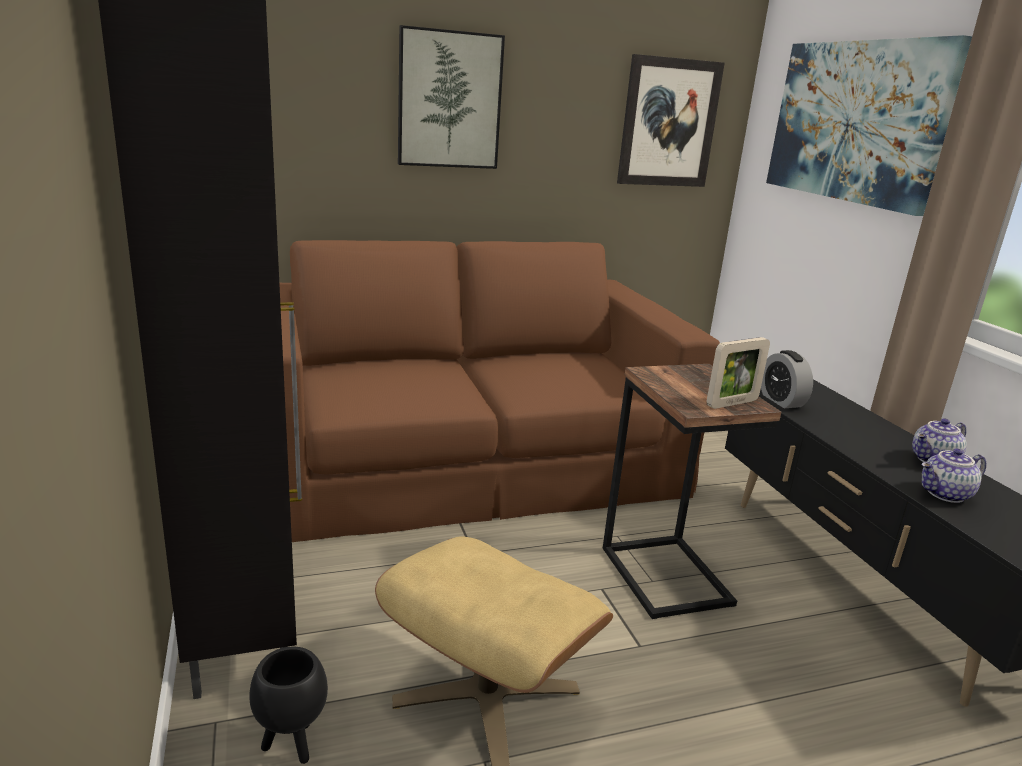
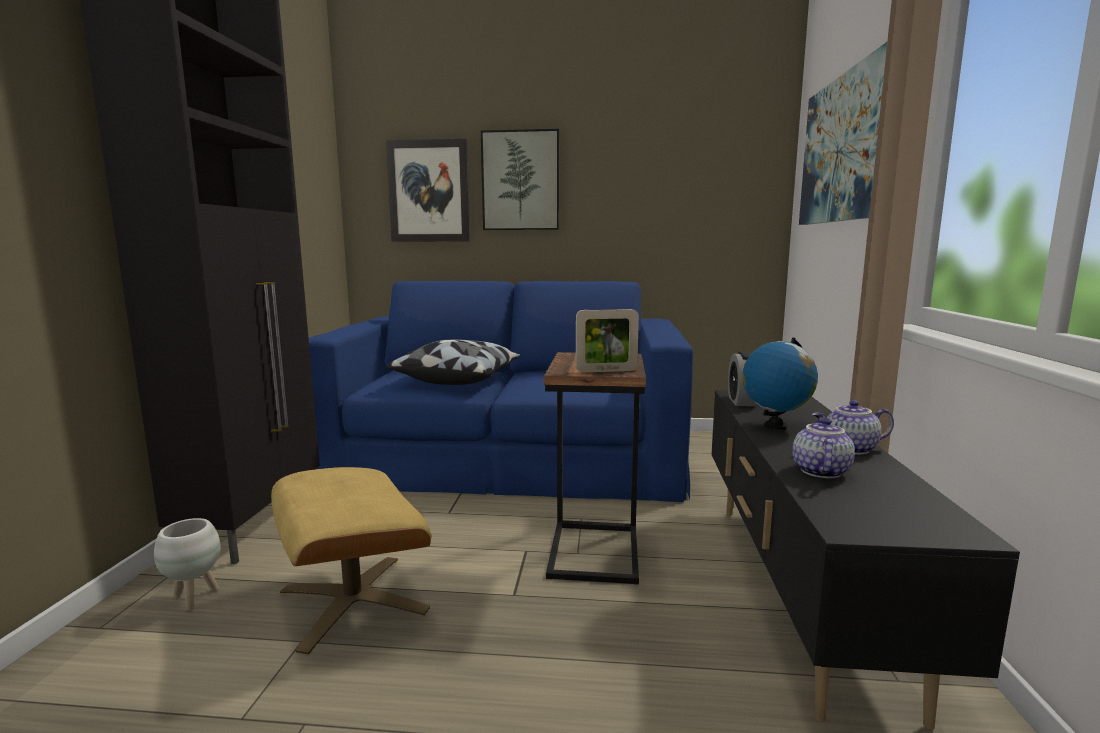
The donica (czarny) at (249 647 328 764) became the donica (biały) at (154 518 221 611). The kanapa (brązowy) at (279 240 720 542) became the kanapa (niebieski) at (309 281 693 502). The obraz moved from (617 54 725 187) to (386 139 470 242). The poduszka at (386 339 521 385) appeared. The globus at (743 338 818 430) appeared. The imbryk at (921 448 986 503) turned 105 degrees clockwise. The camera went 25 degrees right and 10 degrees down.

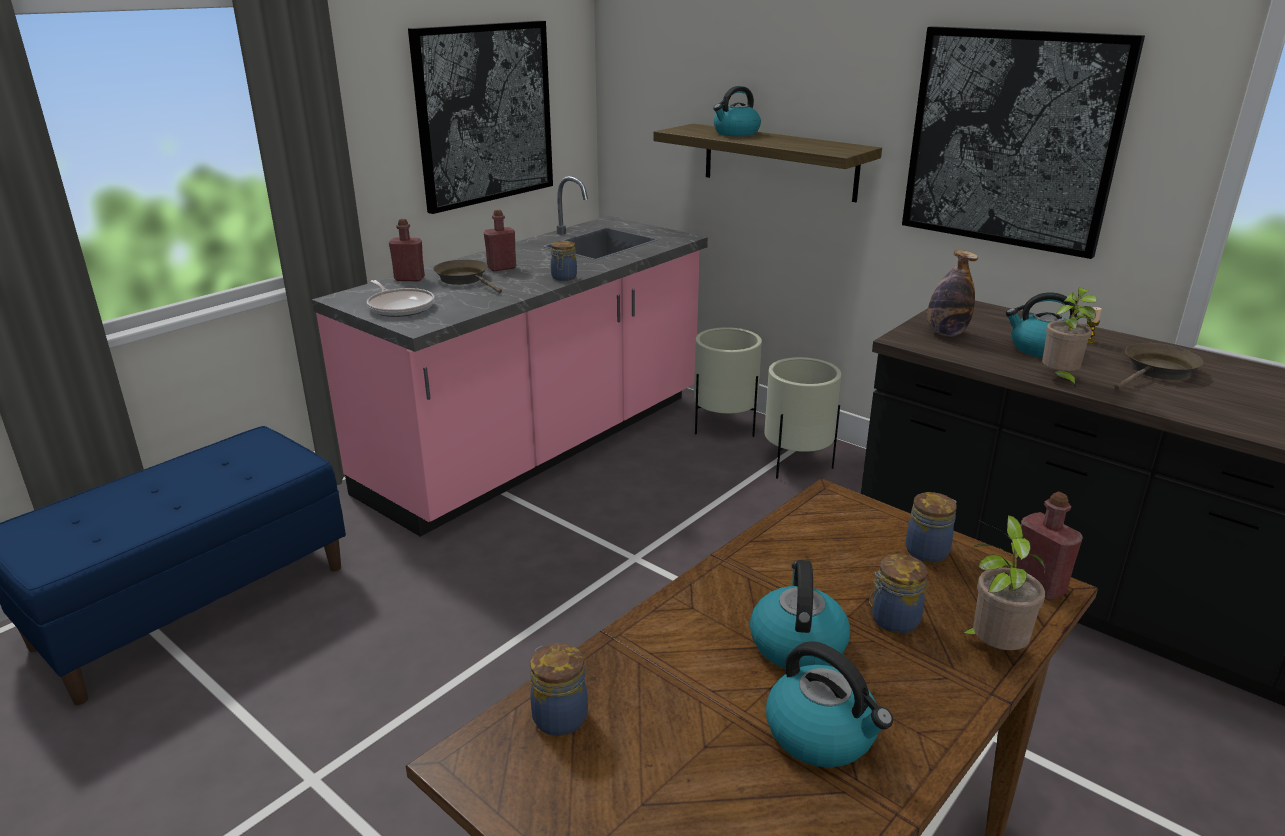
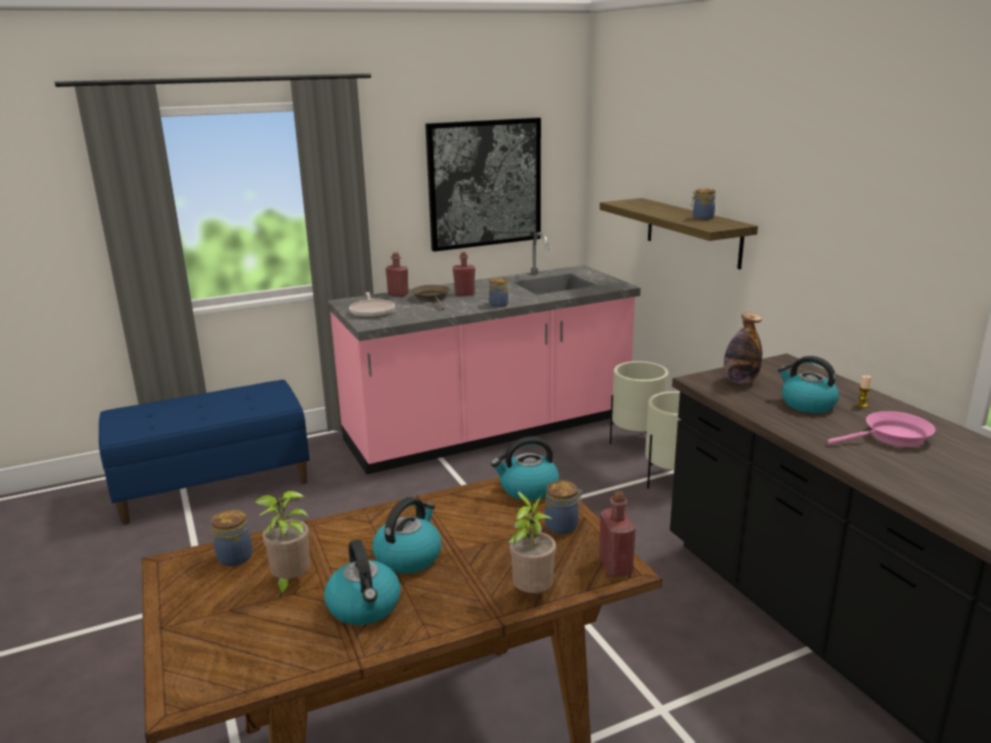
The roślina doniczkowa moved from (1042 287 1097 388) to (253 491 310 599). The czajnik moved from (713 86 761 136) to (491 437 559 501). The słoik moved from (869 554 928 634) to (691 188 716 220). The patelnia (brązowy) at (1114 343 1204 390) became the patelnia (różowy) at (827 411 935 447). The obraz at (902 26 1145 259) disappeared. The camera went 25 degrees right and 5 degrees down.

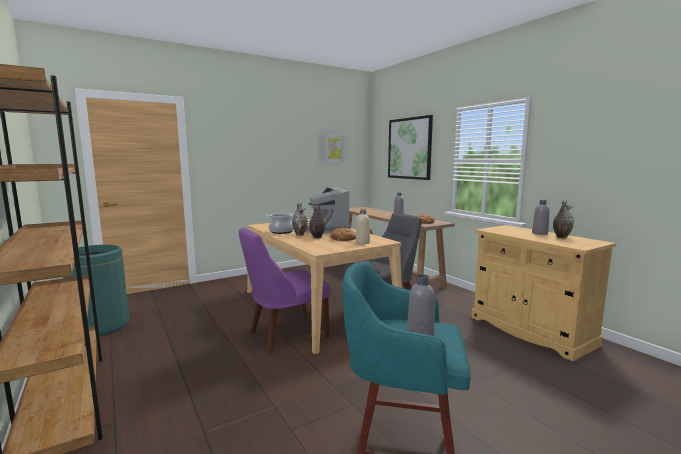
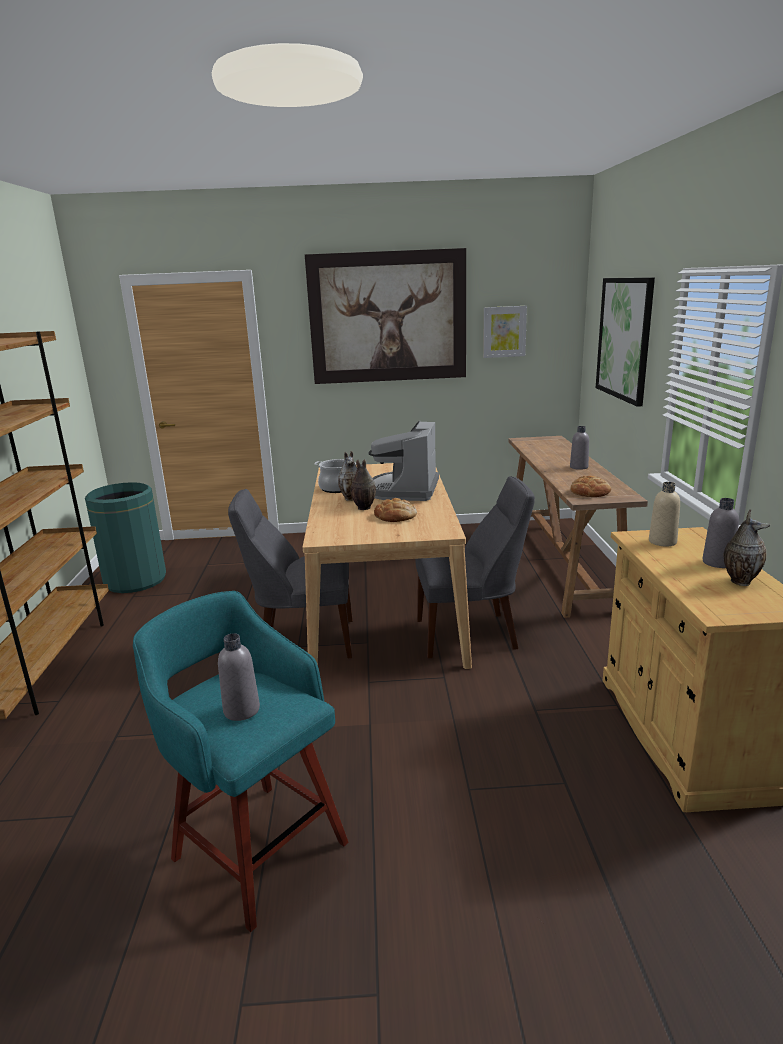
The krzesło (fioletowy) at (239 228 330 353) became the krzesło (szary) at (228 489 353 658). The obraz at (305 248 466 384) appeared. The butelka (beżowy) moved from (356 209 370 244) to (649 482 680 546). The camera went 30 degrees right and 10 degrees up.

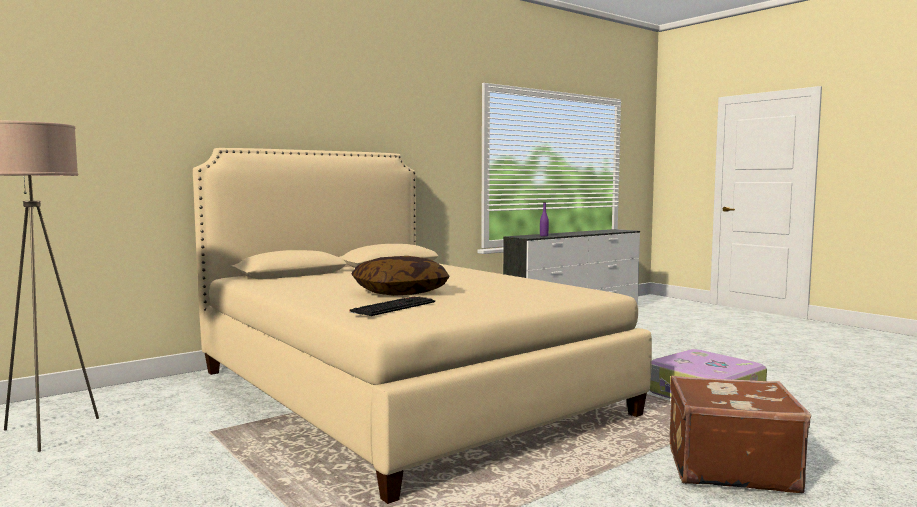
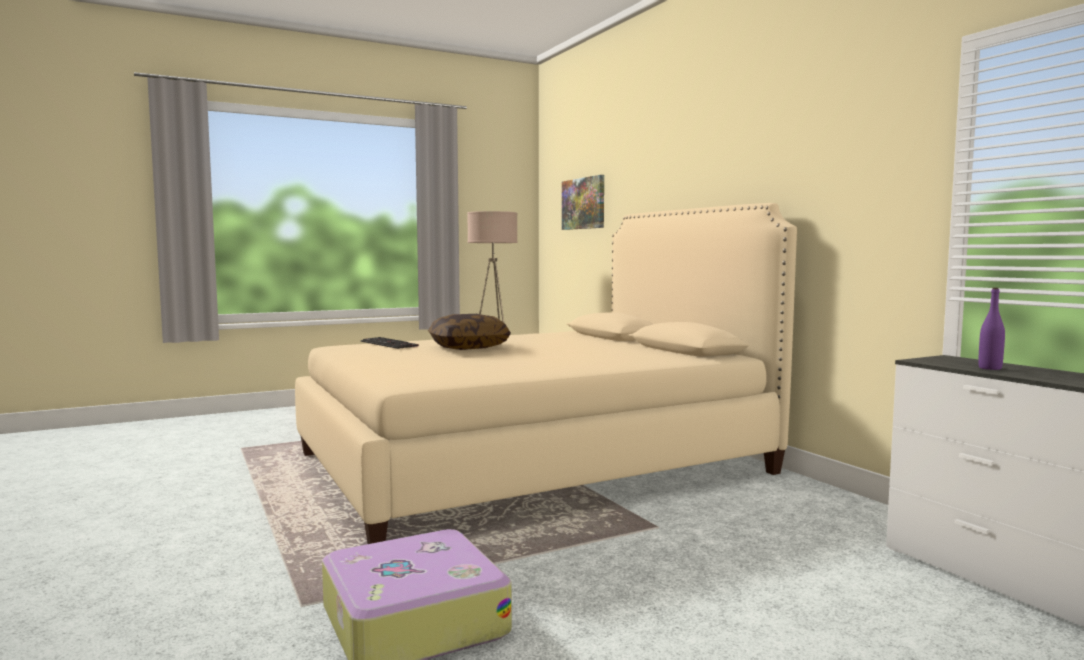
The obraz at (562 175 604 230) appeared. The walizka (brązowy) at (670 376 811 493) disappeared. The camera went 100 degrees right and 0 degrees up.

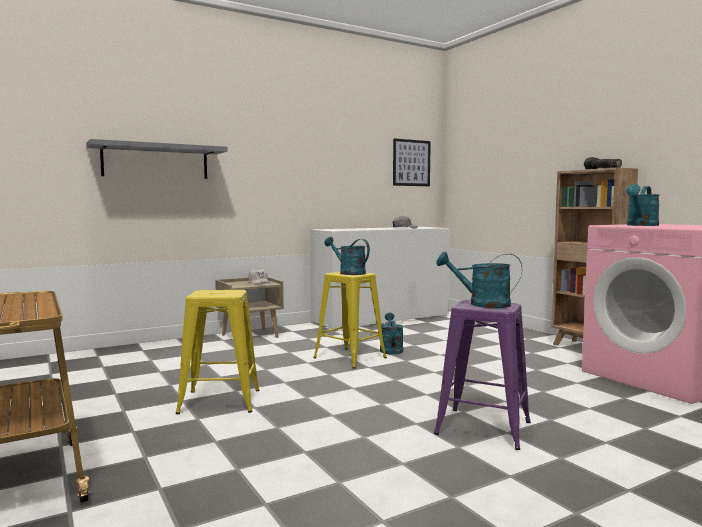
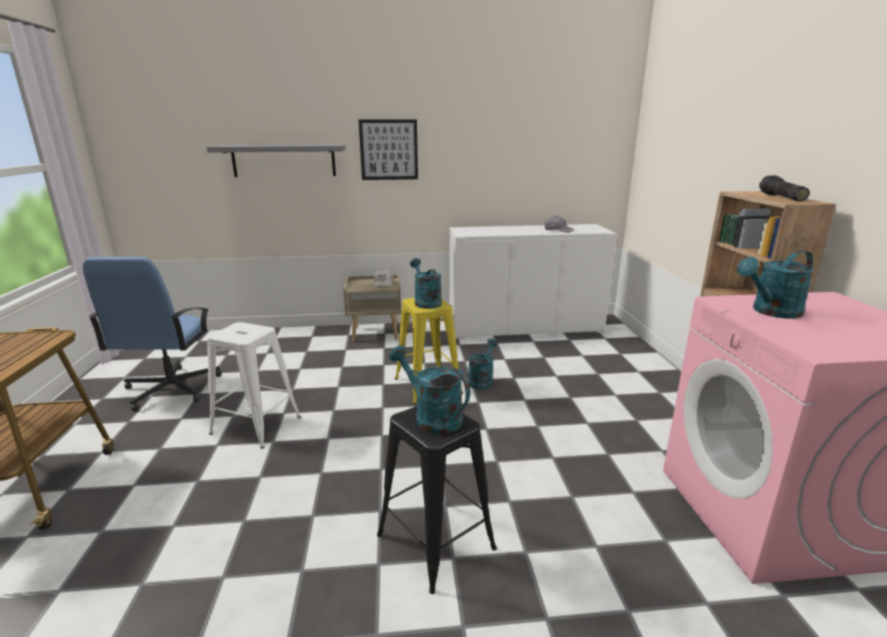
The krzesło biurowe (niebieski) at (83 257 222 411) appeared. The stołek (żółty) at (176 290 259 414) became the stołek (biały) at (207 322 301 449). The obraz moved from (393 138 431 186) to (359 119 418 180). The stołek (fioletowy) at (434 300 531 450) became the stołek (czarny) at (377 406 497 594). The camera went 25 degrees right and 15 degrees up.

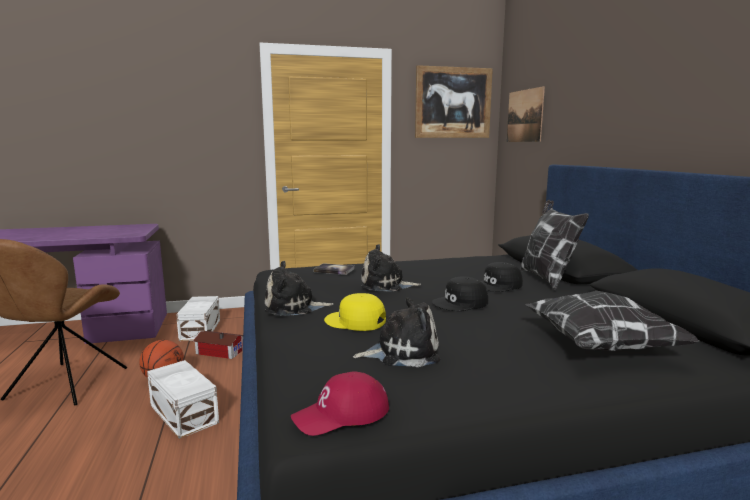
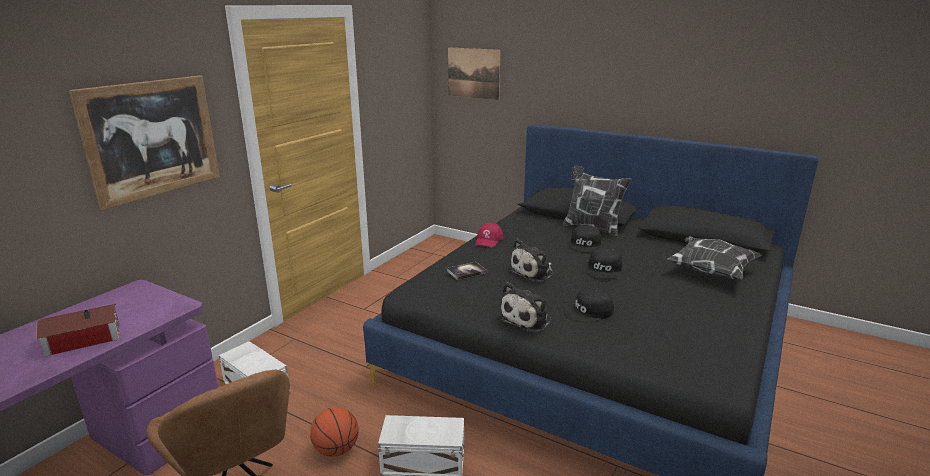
The domek moved from (193 331 243 359) to (36 304 120 357). The obraz moved from (415 65 493 138) to (69 75 220 210). The czapka z daszkiem (czerwony) moved from (291 371 389 436) to (475 223 503 248). The czapka z daszkiem (żółty) at (324 293 386 331) became the czapka z daszkiem (czarny) at (564 287 614 322). The pluszak at (353 297 440 367) disappeared. The camera went 45 degrees left and 10 degrees up.

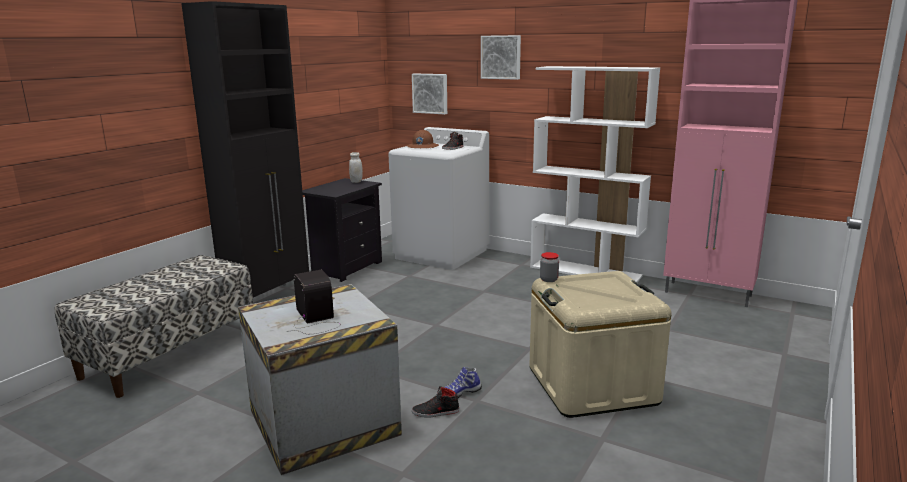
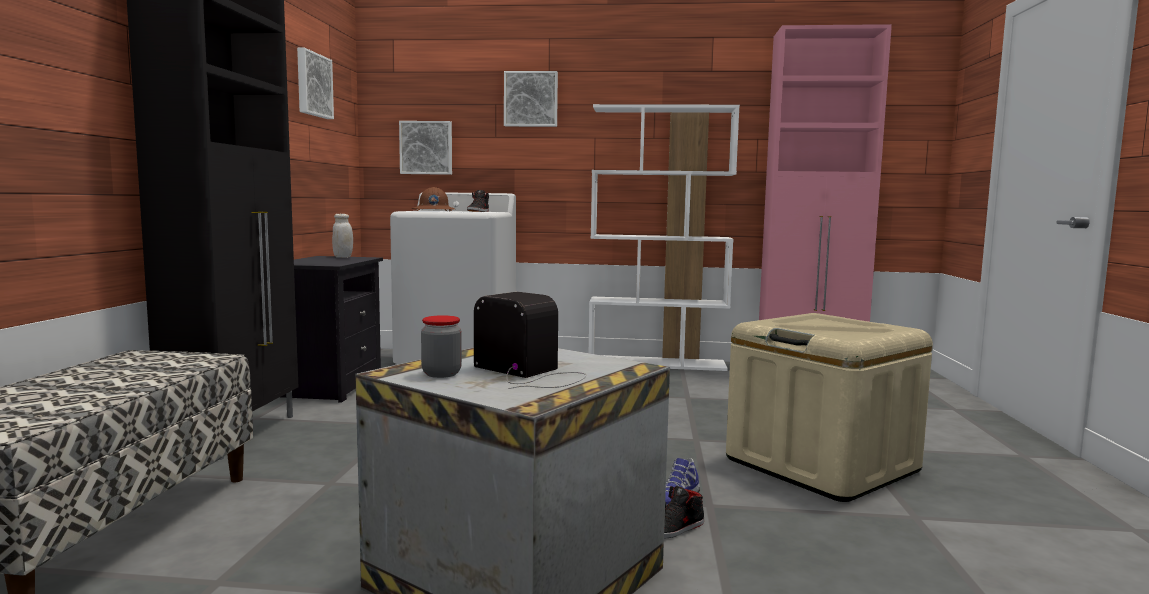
The obraz at (297 48 334 119) appeared. The słoik moved from (540 252 559 282) to (421 315 462 378). The camera went 25 degrees left and 10 degrees down.

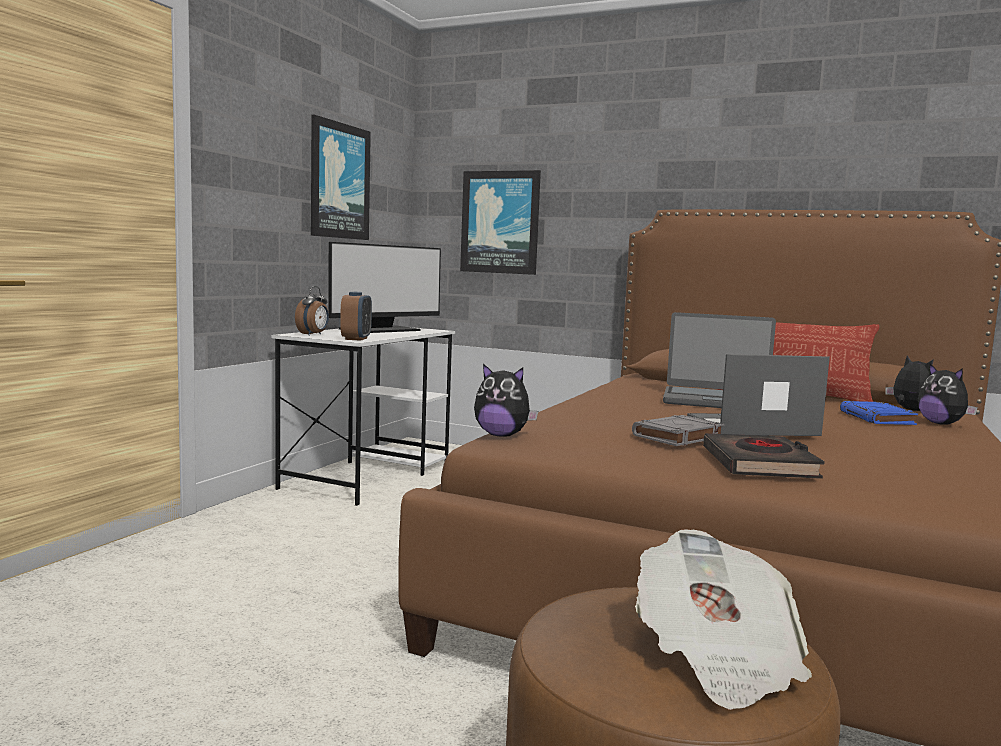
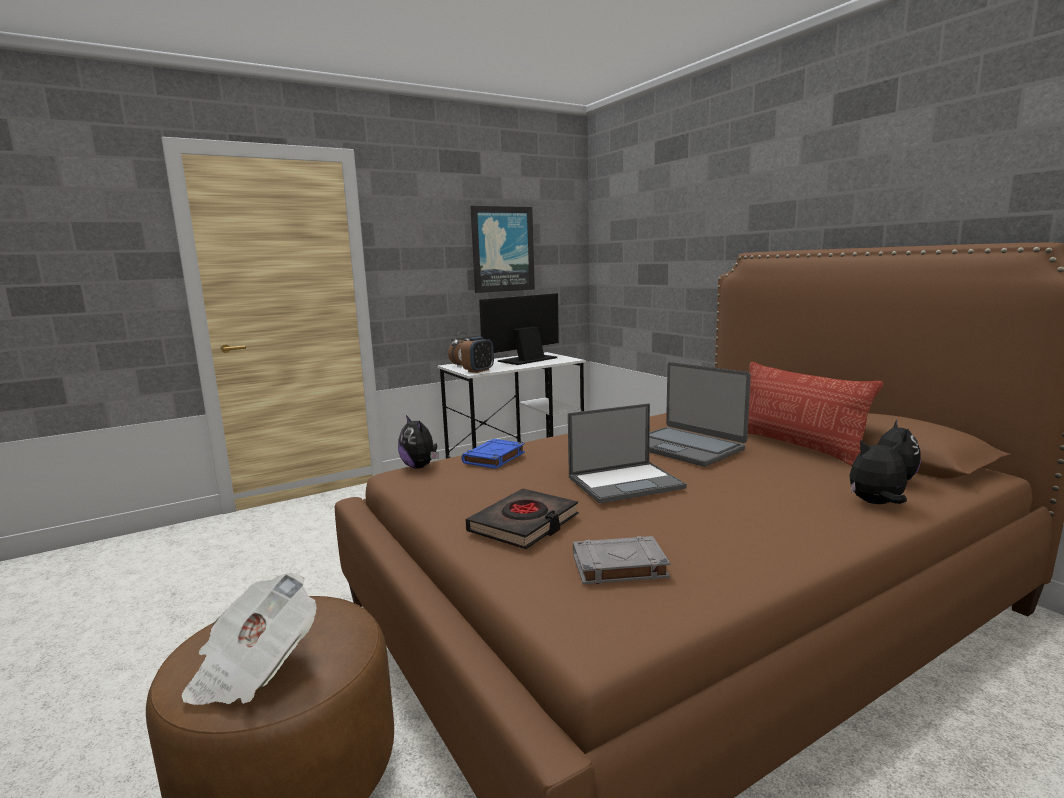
The książka (niebieski) moved from (840 401 918 425) to (461 439 525 469). The monitor at (328 242 441 333) turned 150 degrees clockwise. The laptop at (687 354 830 436) turned 135 degrees clockwise. The książka (szary) moved from (632 415 725 446) to (573 536 670 584). The pluszak at (918 364 978 424) turned 90 degrees clockwise. The obraz at (460 170 541 275) disappeared. The camera went 35 degrees right and 5 degrees up.

